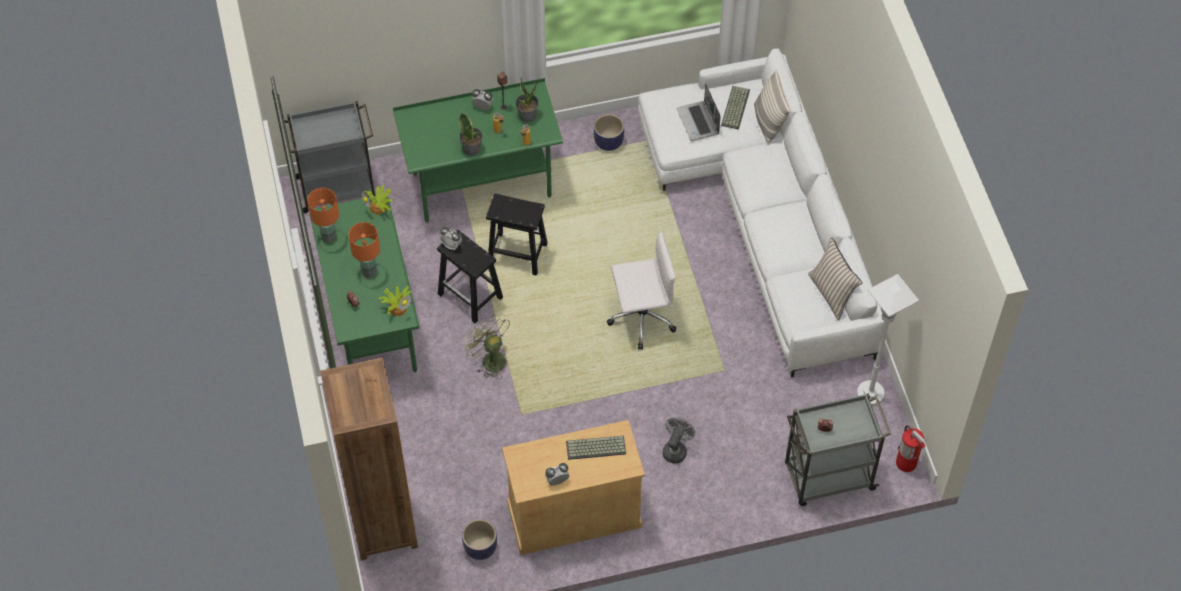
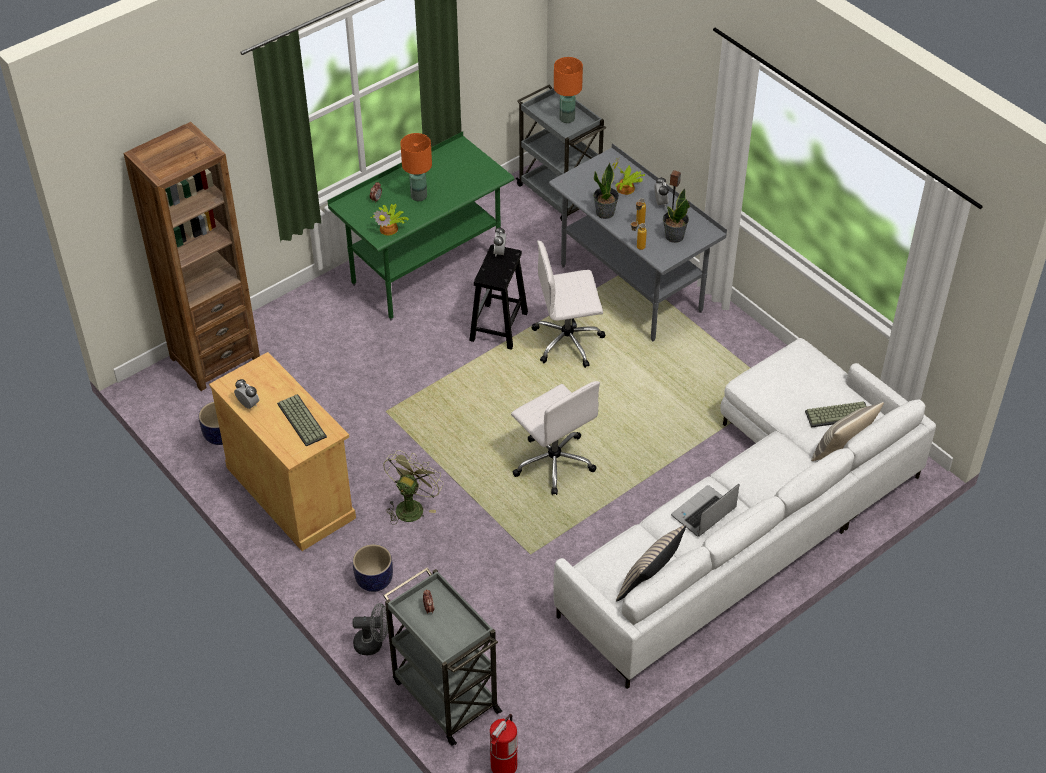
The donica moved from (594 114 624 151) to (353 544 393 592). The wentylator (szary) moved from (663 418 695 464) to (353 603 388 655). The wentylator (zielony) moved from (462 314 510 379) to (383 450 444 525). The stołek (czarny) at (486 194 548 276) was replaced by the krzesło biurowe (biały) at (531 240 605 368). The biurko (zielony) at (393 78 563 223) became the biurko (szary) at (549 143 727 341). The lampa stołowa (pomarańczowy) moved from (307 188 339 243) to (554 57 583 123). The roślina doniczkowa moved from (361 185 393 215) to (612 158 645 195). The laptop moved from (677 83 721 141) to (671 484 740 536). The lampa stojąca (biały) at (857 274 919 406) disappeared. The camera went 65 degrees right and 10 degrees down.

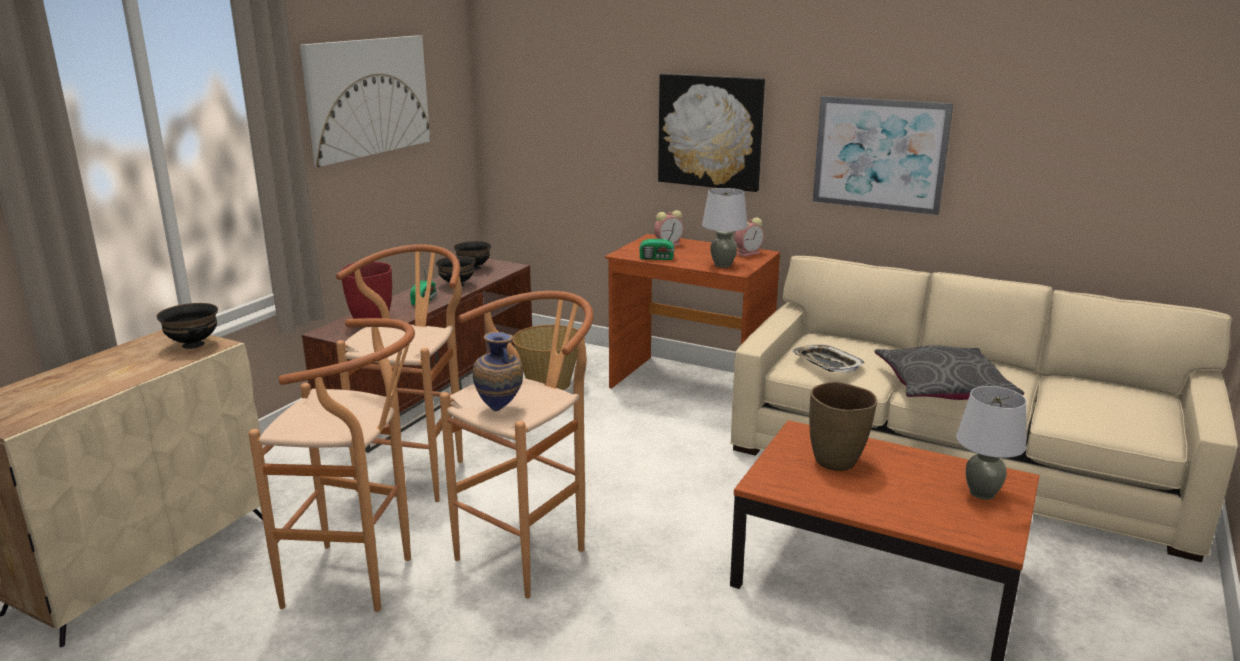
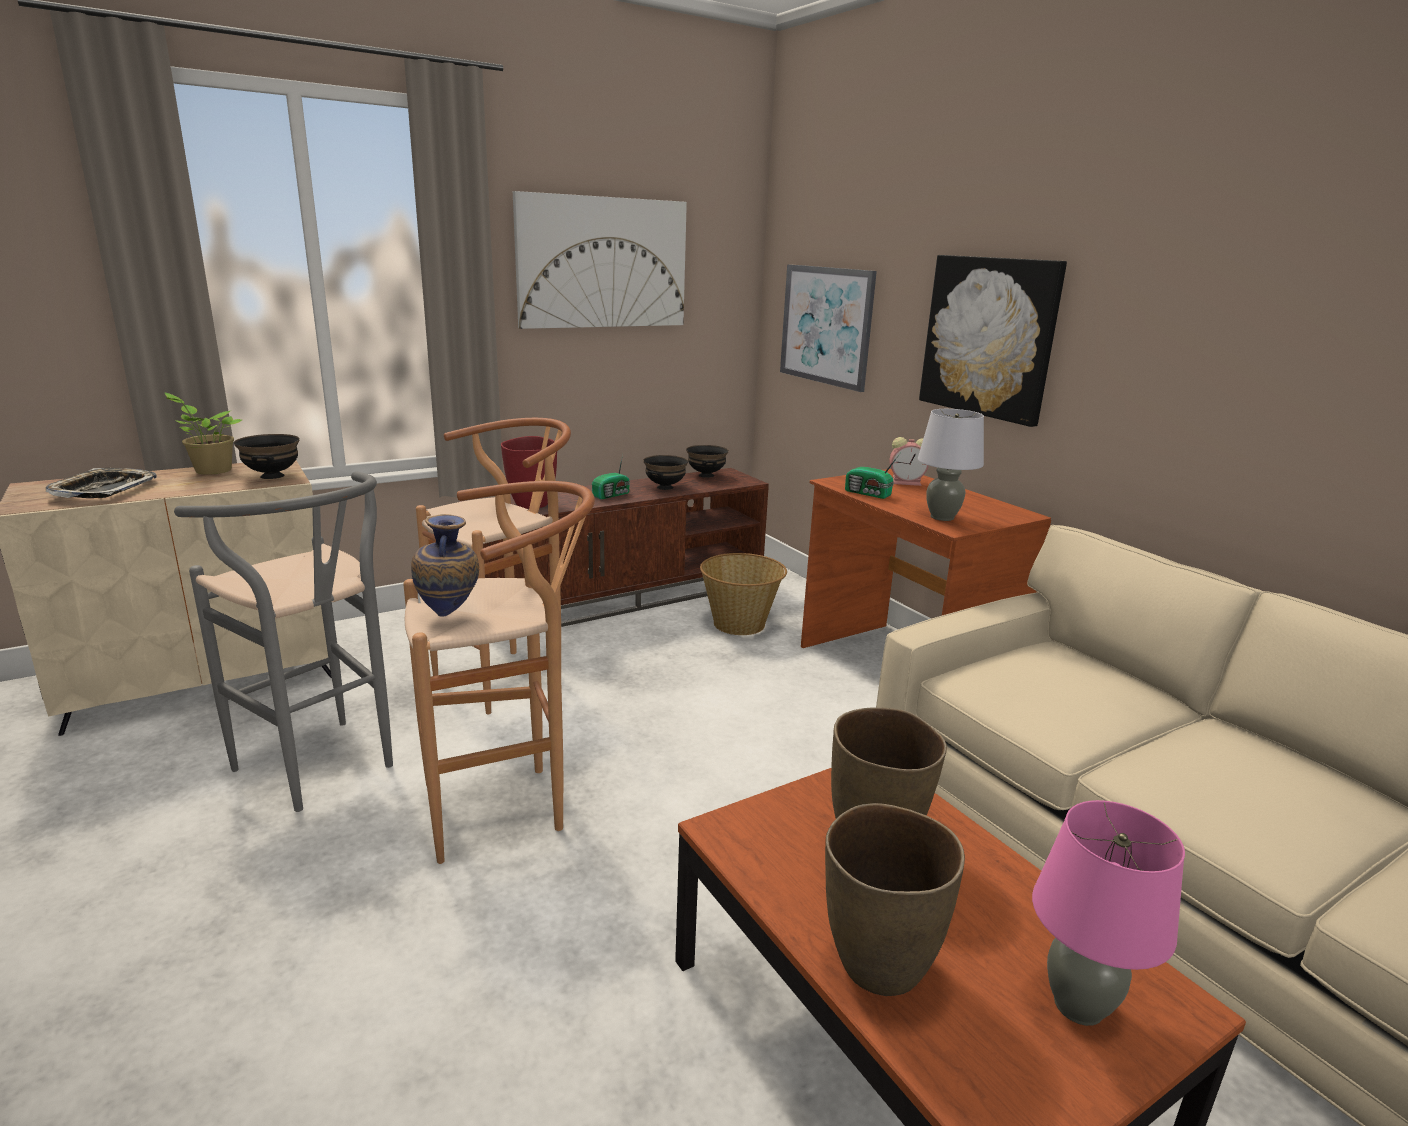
The taca moved from (792 345 865 373) to (45 468 157 498). The roślina doniczkowa at (165 393 242 475) appeared. The stołek (brązowy) at (248 318 415 612) became the stołek (szary) at (174 471 393 812). The obraz moved from (813 96 953 215) to (780 264 877 392). The wazon (brązowy) at (825 803 965 996) appeared. The lampa stołowa (szary) at (956 386 1027 500) became the lampa stołowa (różowy) at (1032 800 1185 1026). The budzik at (735 217 764 257) disappeared. The poduszka (szary) at (875 345 1024 400) disappeared. The camera went 30 degrees right and 0 degrees up.

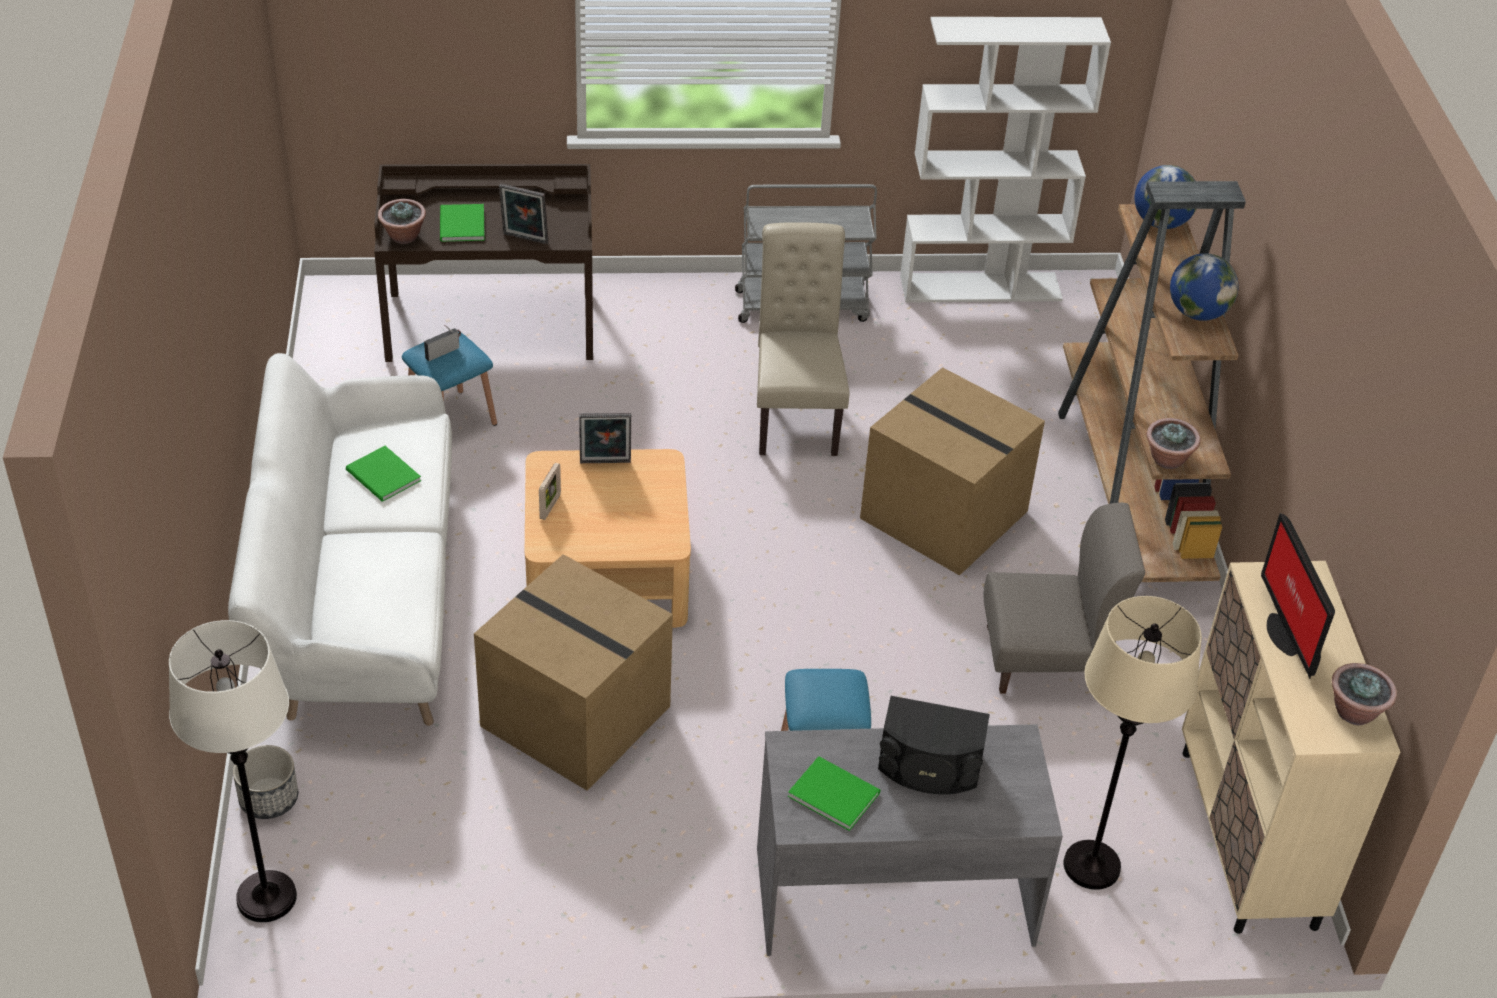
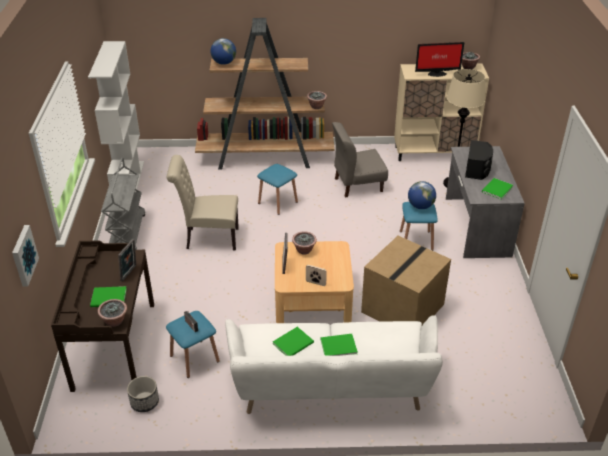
The obraz at (12 225 39 287) appeared. The donica moved from (233 745 298 819) to (127 376 159 412). The karton at (860 367 1045 576) was replaced by the stołek (niebieski) at (257 164 298 215). The roślina doniczkowa at (292 231 317 254) appeared. The książka (zielony) at (320 334 358 356) appeared. The krzesło (szary) at (983 503 1145 693) turned 105 degrees counterclockwise. The globus moved from (1170 253 1239 321) to (408 181 436 209). The lampa stojąca (biały) at (169 620 297 922) disappeared. The camera went 85 degrees left and 5 degrees down.

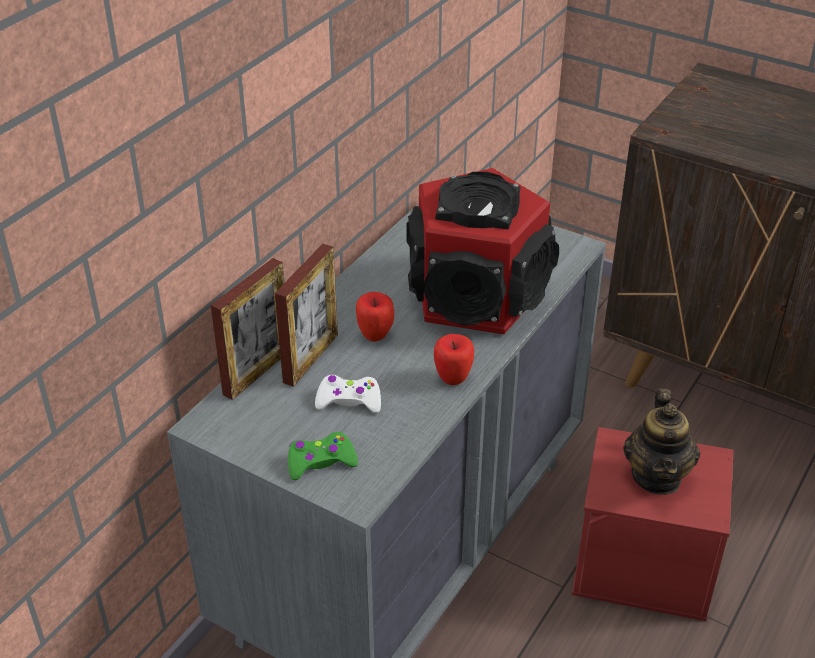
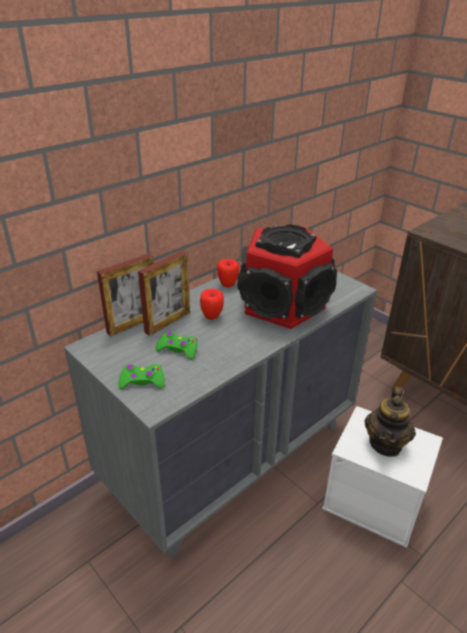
The pad do gier (biały) at (315 375 381 413) became the pad do gier (zielony) at (155 331 197 360). The jabłko moved from (434 334 474 385) to (217 259 239 287). The pojemnik do przechowywania (czerwony) at (572 427 734 621) became the pojemnik do przechowywania (biały) at (322 406 443 548). The camera went 15 degrees right and 5 degrees down.

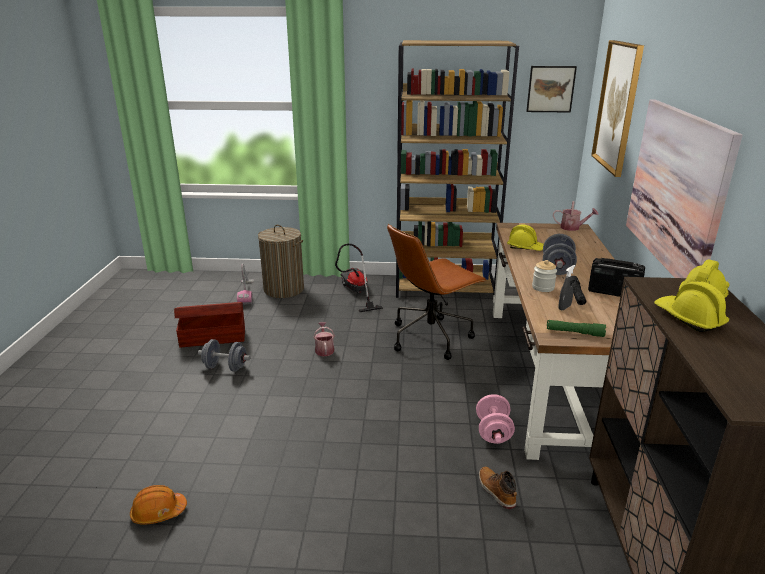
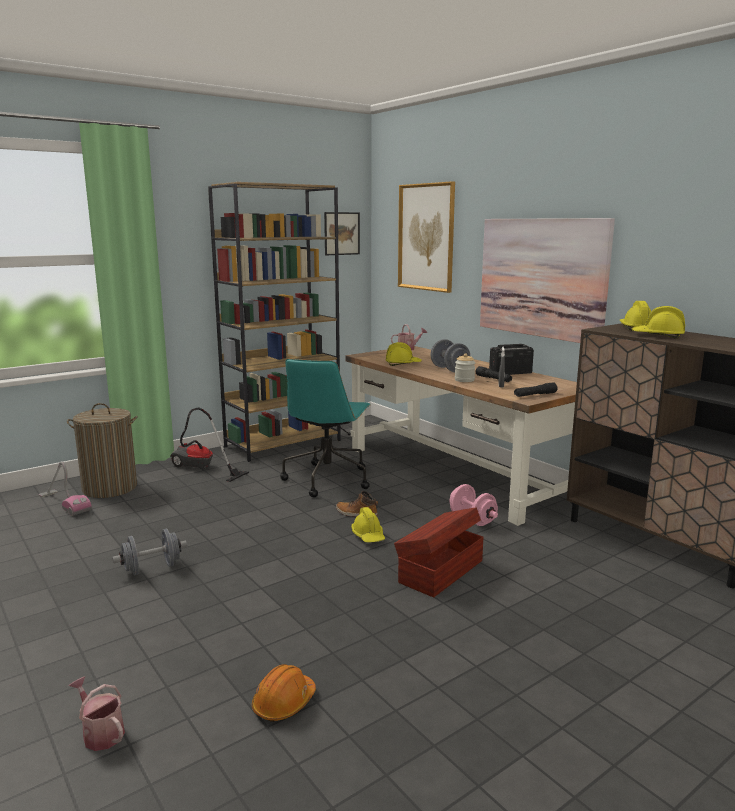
The konewka moved from (313 322 335 356) to (69 676 125 751). The krzesło biurowe (brązowy) at (387 224 487 360) became the krzesło biurowe (turkusowy) at (280 359 371 497). The but z cholewką moved from (479 467 517 509) to (336 491 378 517). The kask (żółty) at (351 507 385 543) appeared. The pojemnik do przechowywania (brązowy) moved from (174 302 245 348) to (394 507 483 597). The latarka (zielony) at (547 320 606 337) became the latarka (czarny) at (514 382 557 397). The camera went 40 degrees left and 10 degrees down.

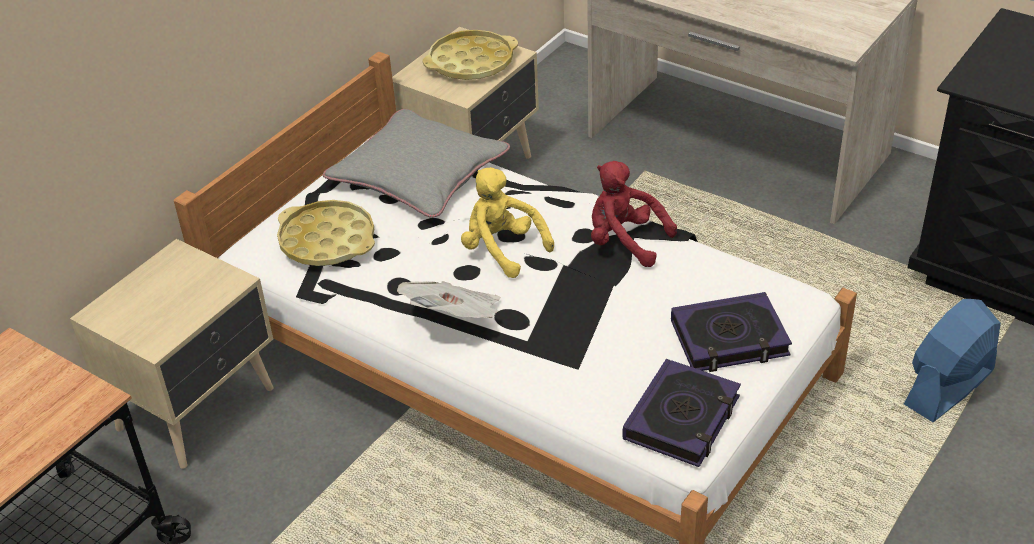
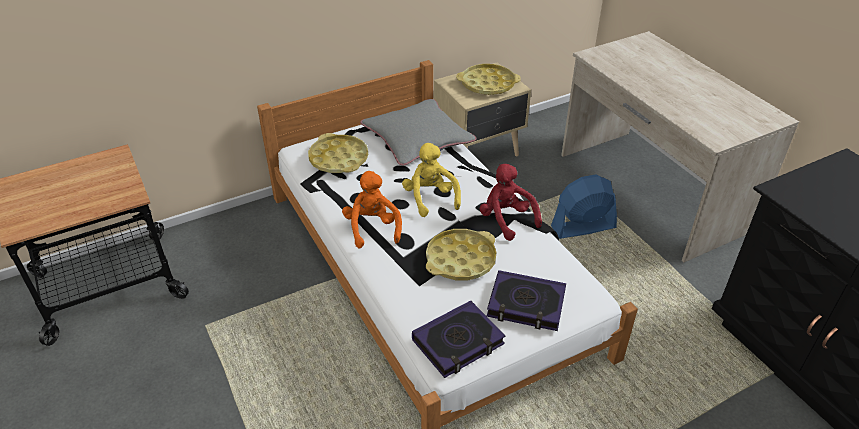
The gazeta at (397 281 500 318) was replaced by the pluszak (pomarańczowy) at (342 171 402 248). The taca (żółty) at (426 229 496 280) appeared. The wentylator (niebieski) moved from (904 299 1001 422) to (551 174 617 239). The szafka nocna (beżowy) at (70 239 273 469) disappeared. The camera went 25 degrees right and 0 degrees up.

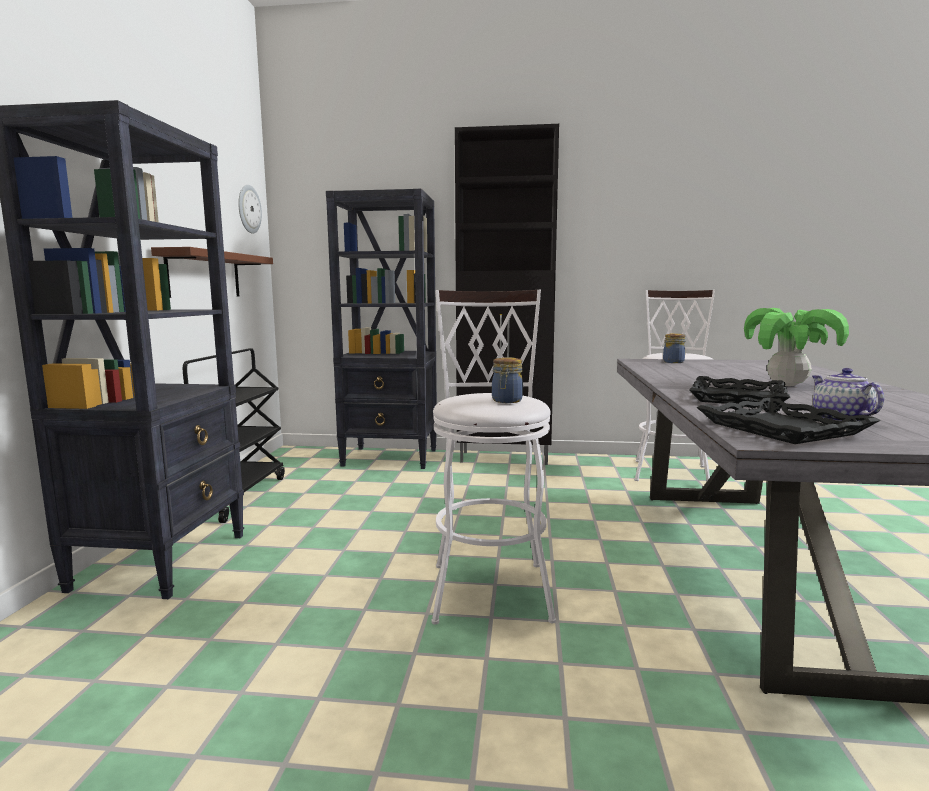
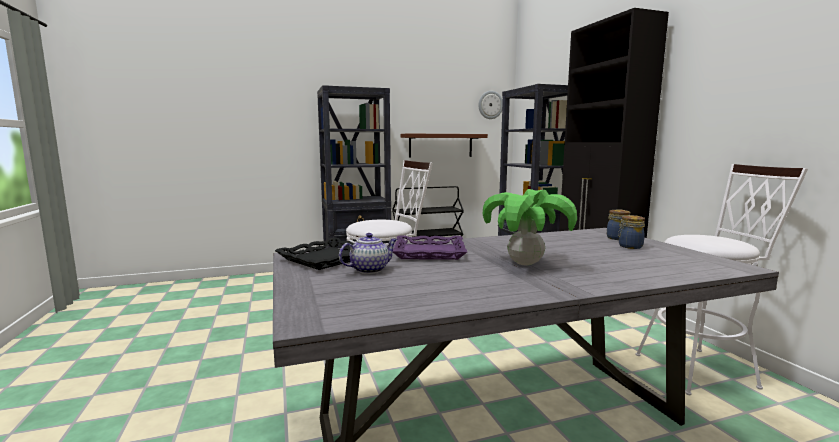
The taca (czarny) at (689 376 790 406) became the taca (fioletowy) at (393 235 467 260). The słoik moved from (492 357 523 403) to (618 215 645 249). The camera went 65 degrees right and 0 degrees up.

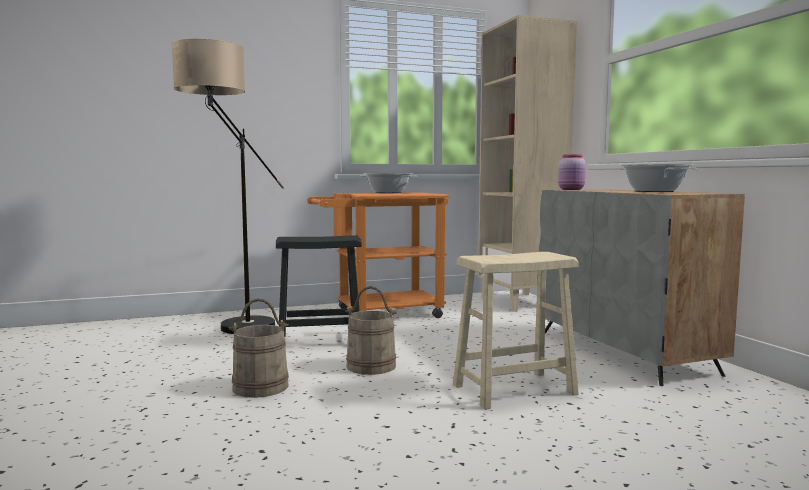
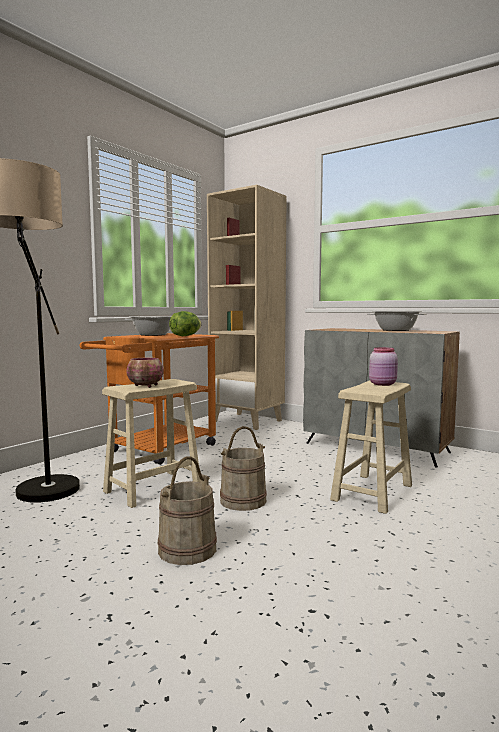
The stołek (czarny) at (276 235 362 337) became the stołek (beżowy) at (102 379 200 508). The miska at (126 358 164 388) appeared. The sałata at (169 311 202 336) appeared. The słoik (różowy) moved from (558 154 586 190) to (369 347 398 386). The camera went 35 degrees left and 0 degrees up.

